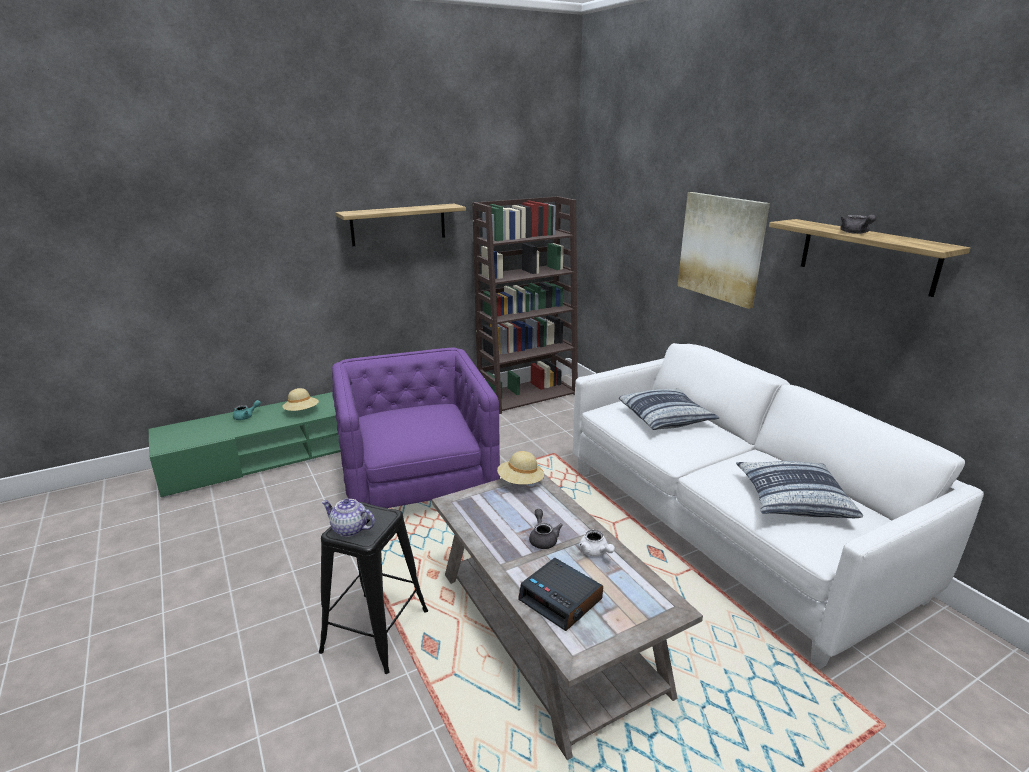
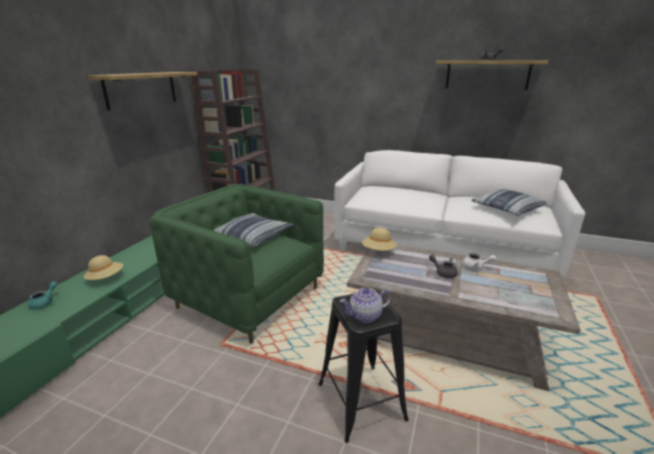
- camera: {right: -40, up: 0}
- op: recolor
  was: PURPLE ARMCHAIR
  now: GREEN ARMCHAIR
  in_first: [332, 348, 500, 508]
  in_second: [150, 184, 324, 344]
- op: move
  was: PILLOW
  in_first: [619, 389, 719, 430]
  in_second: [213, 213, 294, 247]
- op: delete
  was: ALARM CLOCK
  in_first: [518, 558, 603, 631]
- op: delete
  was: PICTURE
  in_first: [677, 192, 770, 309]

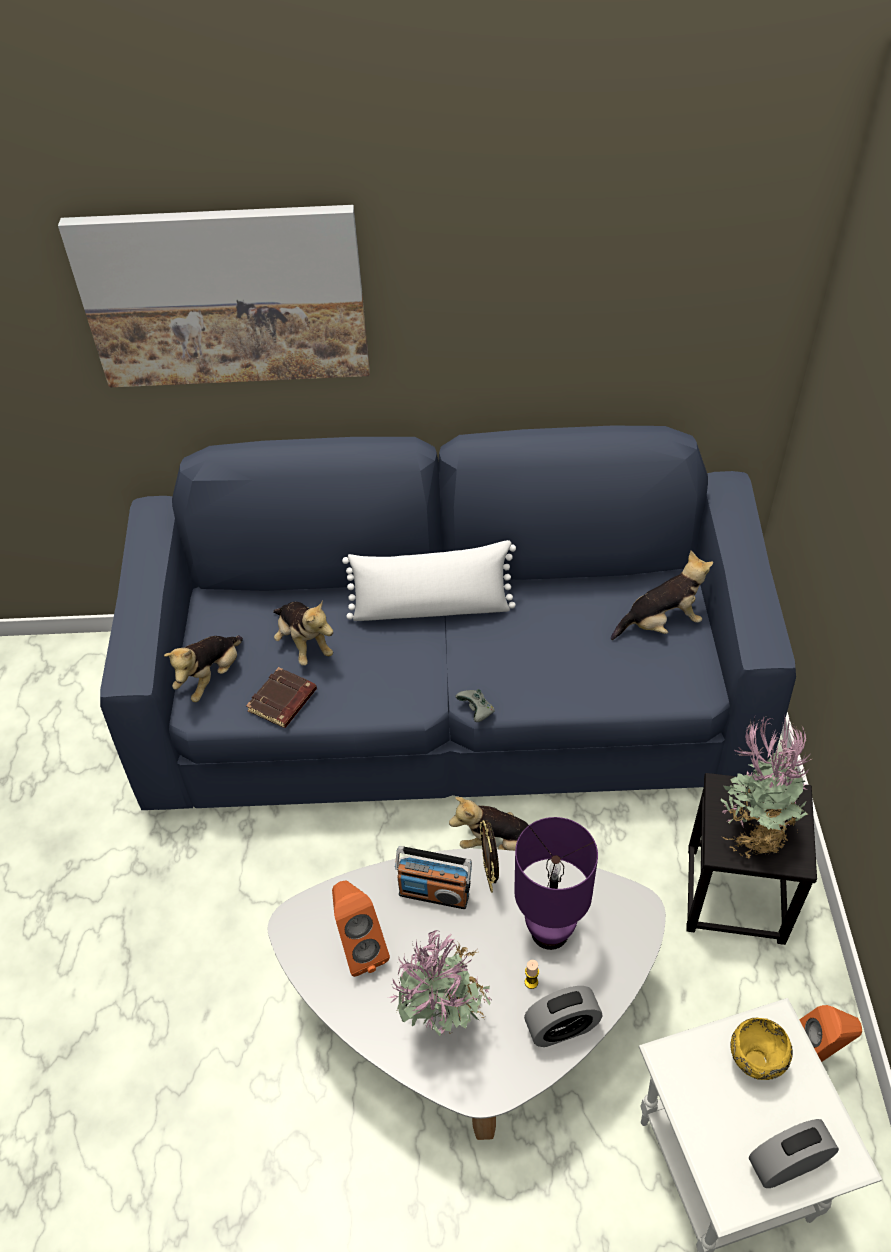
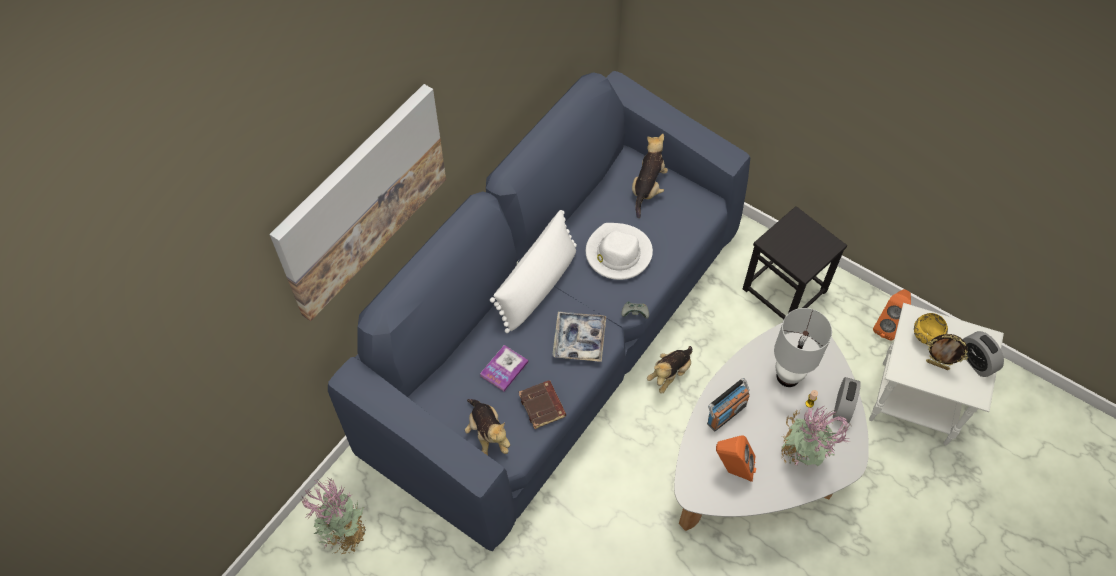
- camera: {right: -55, up: 10}
- op: move
  was: POTTED PLANT
  in_first: [721, 715, 814, 859]
  in_second: [301, 477, 365, 554]
- op: replace
  was: PLUSH TOY
  now: BOOK
  in_first: [273, 600, 333, 666]
  in_second: [480, 345, 528, 391]
- op: insert
  now: TRAY
  in_second: [552, 312, 606, 362]
- op: insert
  now: WHITE HAT
  in_second: [586, 223, 653, 280]
- op: recolor
  was: PURPLE TABLE LAMP
  now: WHITE TABLE LAMP
  in_first: [514, 817, 598, 950]
  in_second: [774, 308, 832, 387]
- op: move
  was: PICTURE FRAME
  in_first: [479, 820, 499, 892]
  in_second: [926, 334, 968, 370]
- op: rotate
  was: ALARM CLOCK
  in_first: [749, 1119, 839, 1188]
  in_second: [963, 331, 1004, 377]
  clockwise: -45

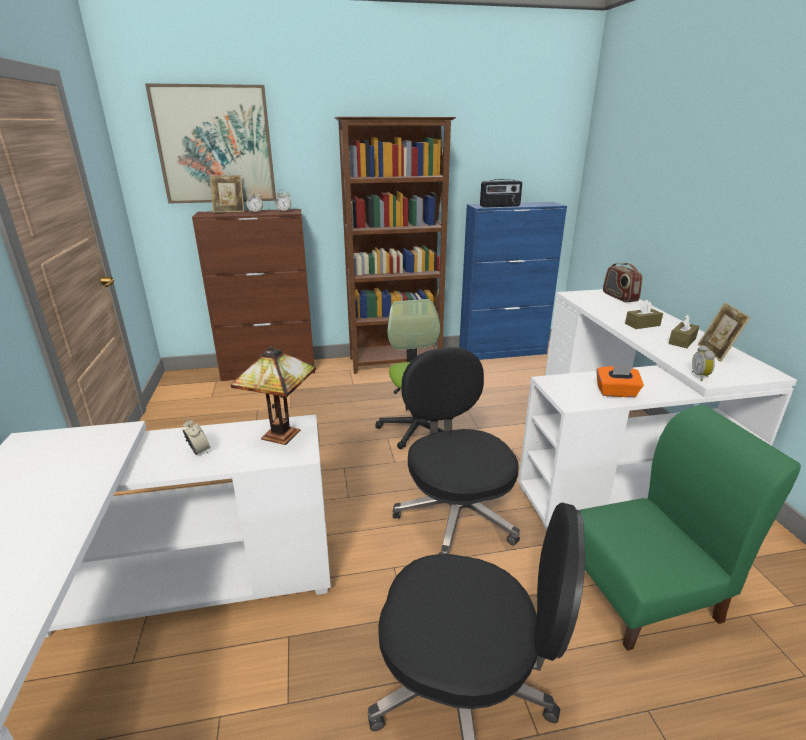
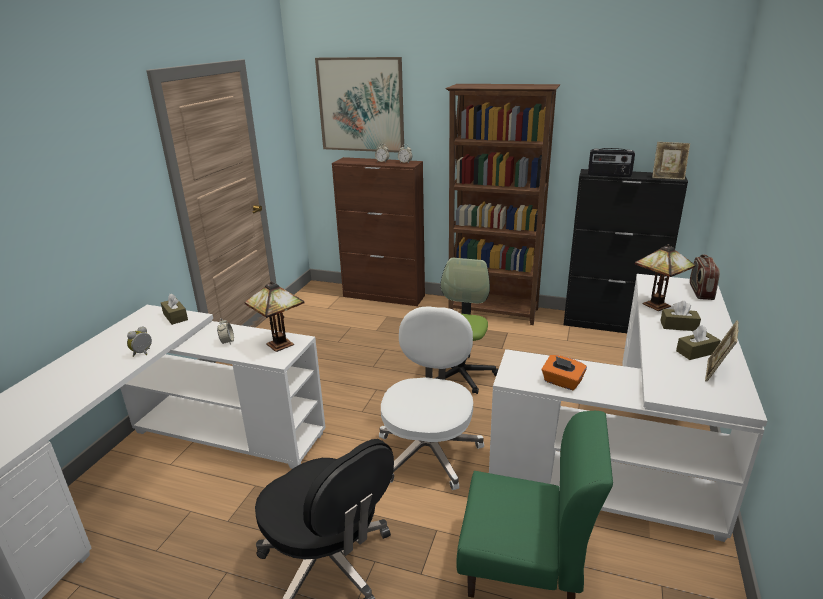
- camera: {right: 30, up: 0}
- op: move
  was: ALARM CLOCK
  in_first: [692, 345, 715, 381]
  in_second: [127, 326, 152, 357]
- op: insert
  now: BROWN TISSUE BOX
  in_second: [161, 293, 188, 325]
- op: recolor
  was: BLACK OFFICE CHAIR
  now: WHITE OFFICE CHAIR
  in_first: [392, 347, 520, 554]
  in_second: [379, 306, 484, 490]
- op: recolor
  was: BLUE CABINET
  now: BLACK CABINET
  in_first: [459, 202, 567, 360]
  in_second: [564, 169, 688, 333]
- op: insert
  now: TABLE LAMP
  in_second: [635, 244, 696, 311]
- op: move
  was: PICTURE FRAME
  in_first: [209, 175, 244, 213]
  in_second: [652, 142, 690, 180]

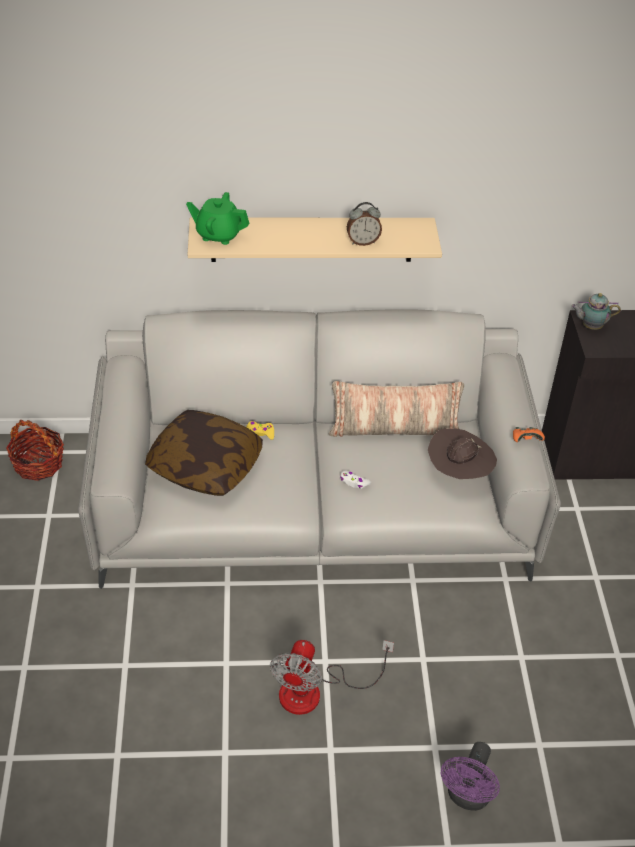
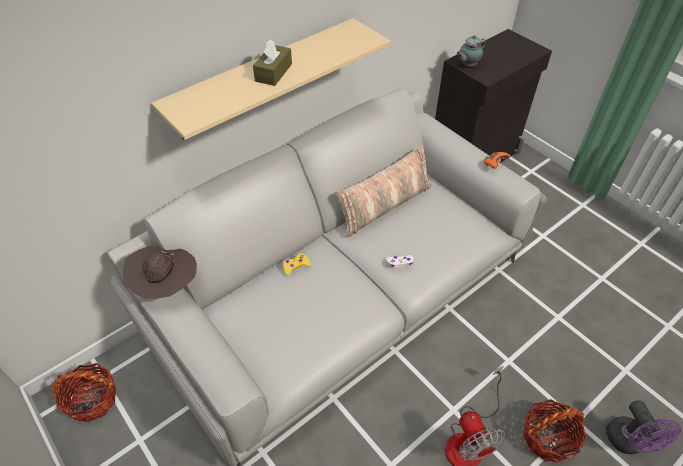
- camera: {right: -35, up: 5}
- op: move
  was: BROWN HAT
  in_first: [428, 428, 497, 479]
  in_second: [123, 245, 197, 299]
- op: insert
  now: BROWN TISSUE BOX
  in_second: [253, 40, 292, 86]
- op: insert
  now: BASKET
  in_second: [524, 399, 587, 462]
- op: delete
  was: PILLOW
  in_first: [145, 410, 263, 496]
- op: delete
  was: GREEN TEAPOT
  in_first: [186, 192, 249, 245]
- op: delete
  was: ALARM CLOCK
  in_first: [347, 202, 382, 246]

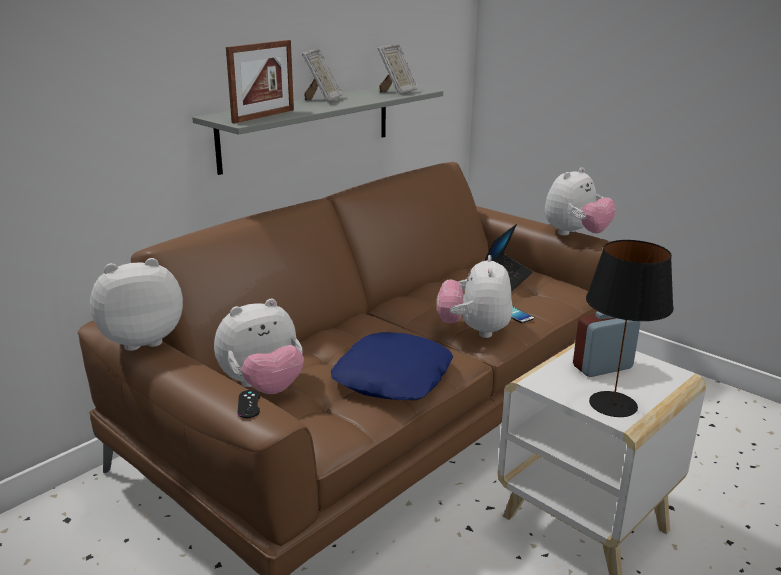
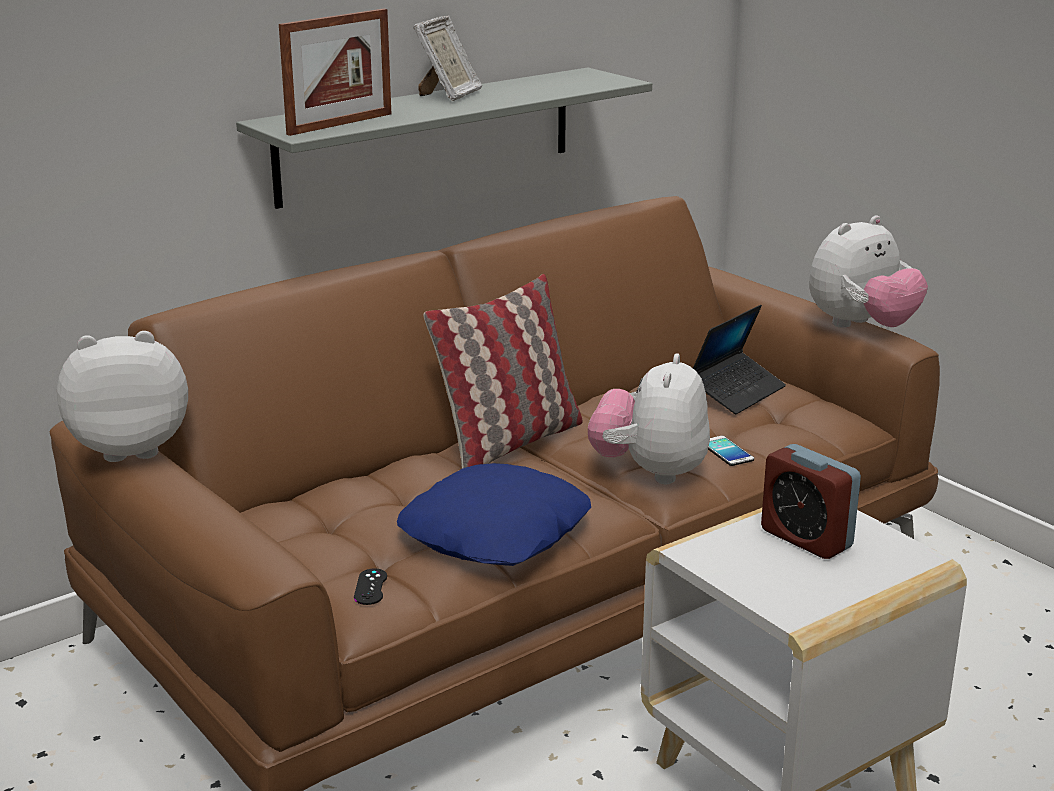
- camera: {right: 10, up: 0}
- op: move
  was: BLACK GAME CONTROLLER
  in_first: [238, 390, 260, 418]
  in_second: [354, 568, 387, 605]
- op: insert
  now: PILLOW
  in_second: [424, 274, 583, 468]
- op: rotate
  was: ALARM CLOCK
  in_first: [573, 311, 640, 377]
  in_second: [761, 444, 861, 559]
  clockwise: -120
- op: delete
  was: PLUSH TOY
  in_first: [214, 299, 304, 394]
- op: delete
  was: PICTURE FRAME
  in_first: [378, 44, 418, 95]
- op: delete
  was: BLACK TABLE LAMP
  in_first: [586, 240, 674, 417]

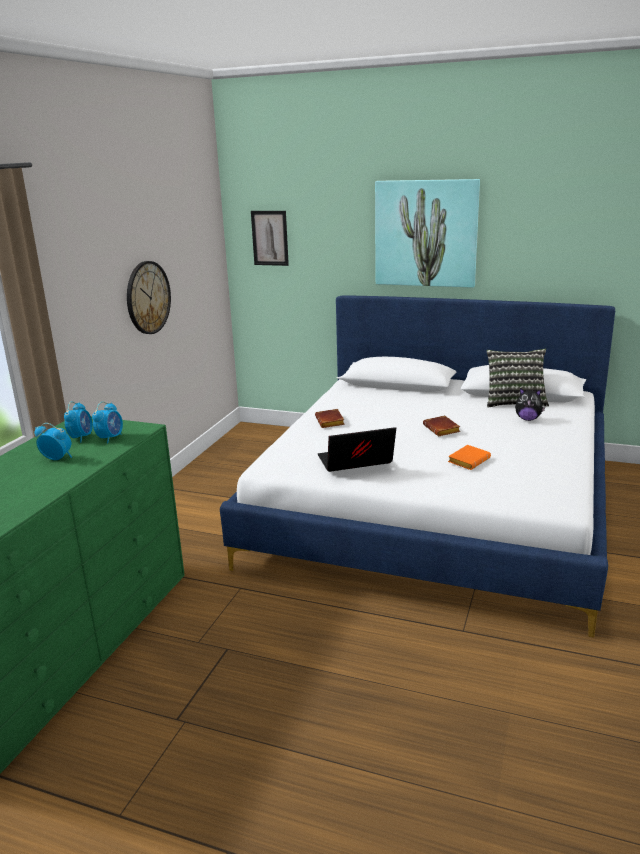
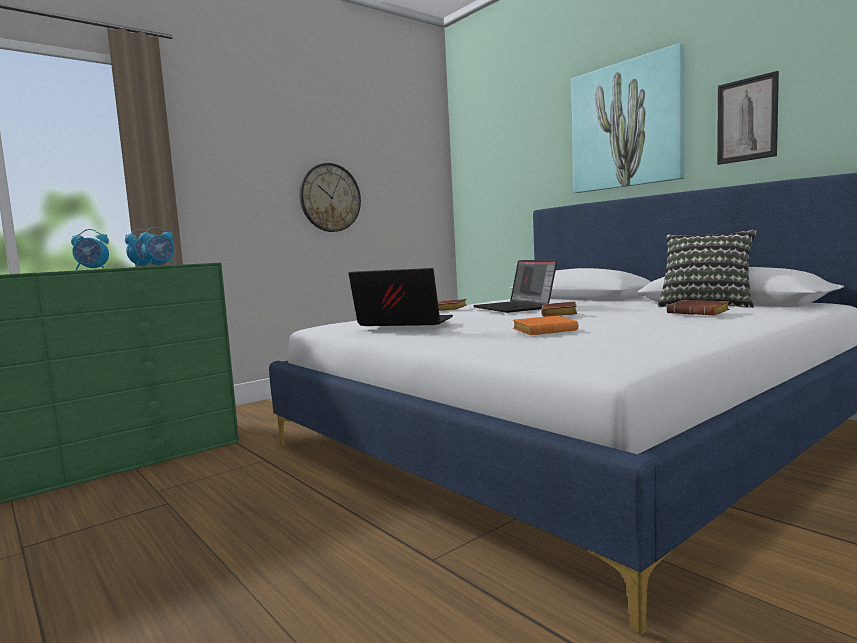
- camera: {right: 30, up: -15}
- op: rotate
  was: ALARM CLOCK
  in_first: [34, 423, 72, 460]
  in_second: [71, 229, 109, 270]
  clockwise: 120
- op: insert
  now: LAPTOP
  in_second: [473, 260, 557, 313]
- op: replace
  was: PLUSH TOY
  now: BROWN BOOK
  in_first: [515, 388, 545, 421]
  in_second: [666, 300, 729, 315]
- op: move
  was: PICTURE
  in_first: [251, 211, 289, 266]
  in_second: [717, 71, 779, 165]

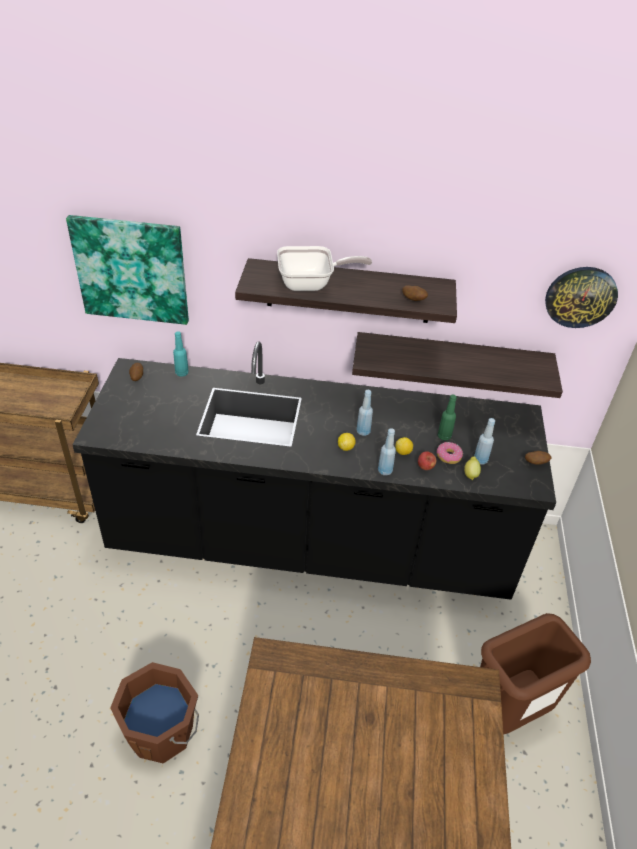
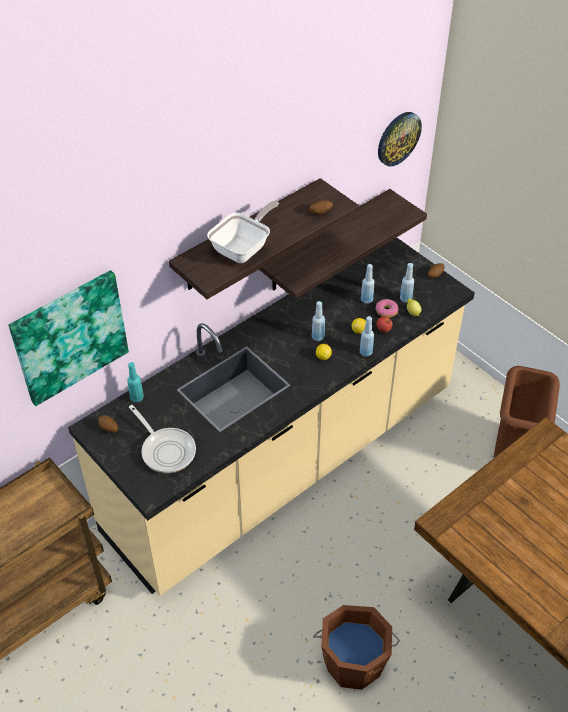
- camera: {right: -45, up: 5}
- op: recolor
  was: BLACK COUNTER
  now: BEIGE COUNTER
  in_first: [73, 341, 556, 600]
  in_second: [68, 238, 475, 596]
- op: insert
  now: FRYING PAN
  in_second: [129, 405, 196, 473]
- op: recolor
  was: GREEN BOTTLE
  now: BLUE BOTTLE
  in_first: [438, 395, 457, 440]
  in_second: [361, 264, 375, 304]

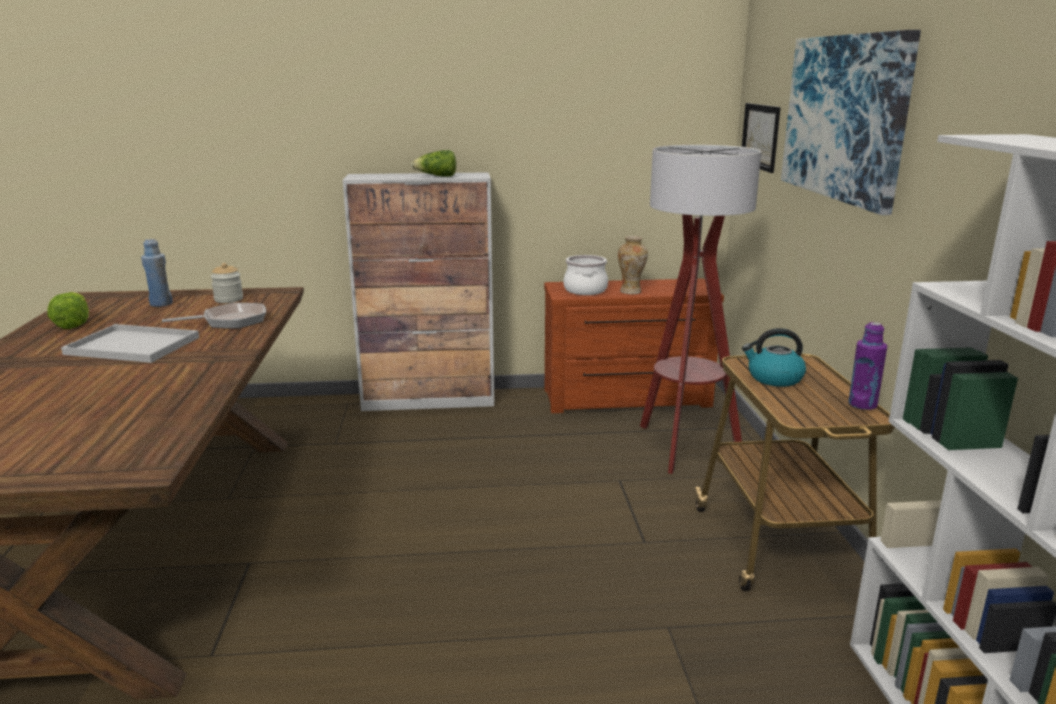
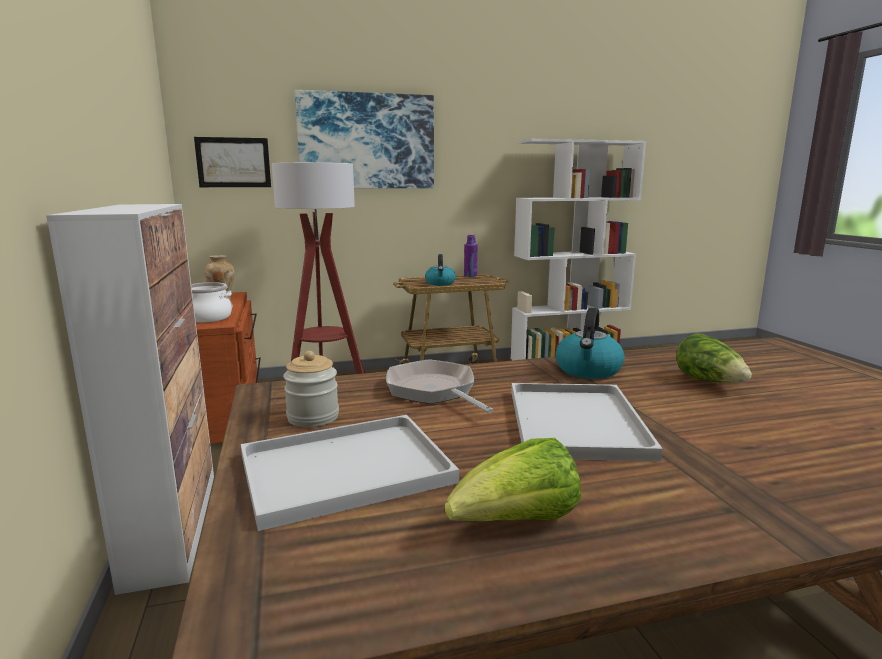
- camera: {right: -100, up: -5}
- op: replace
  was: BLUE BOTTLE
  now: WHITE TRAY
  in_first: [141, 239, 173, 307]
  in_second: [241, 415, 459, 531]
- op: insert
  now: KETTLE
  in_second: [556, 308, 625, 379]
- op: move
  was: LETTUCE
  in_first: [411, 150, 456, 177]
  in_second: [676, 333, 752, 383]

